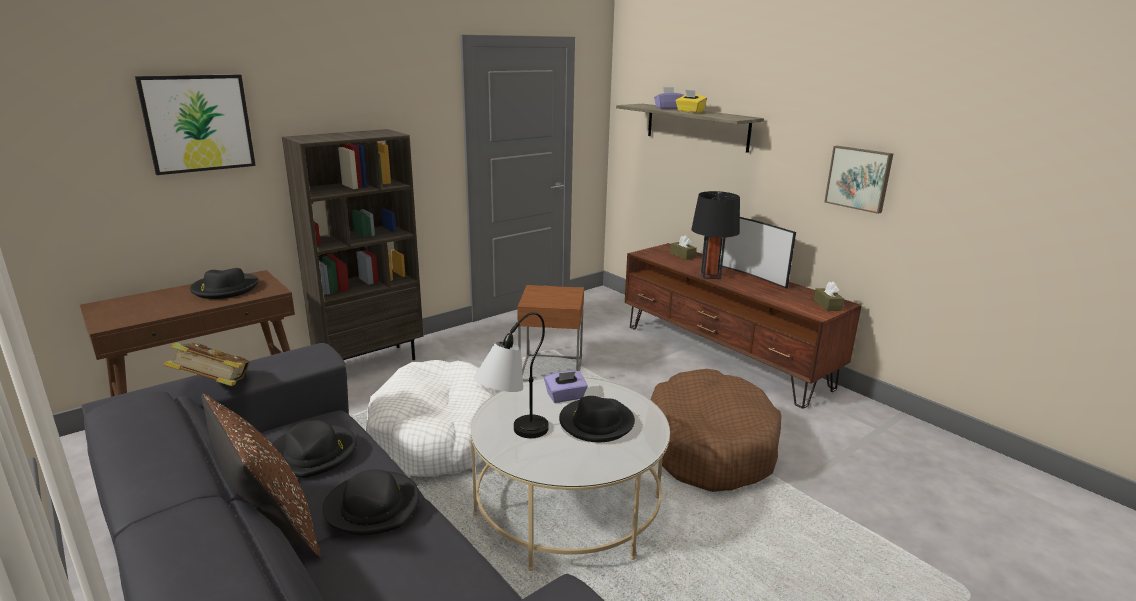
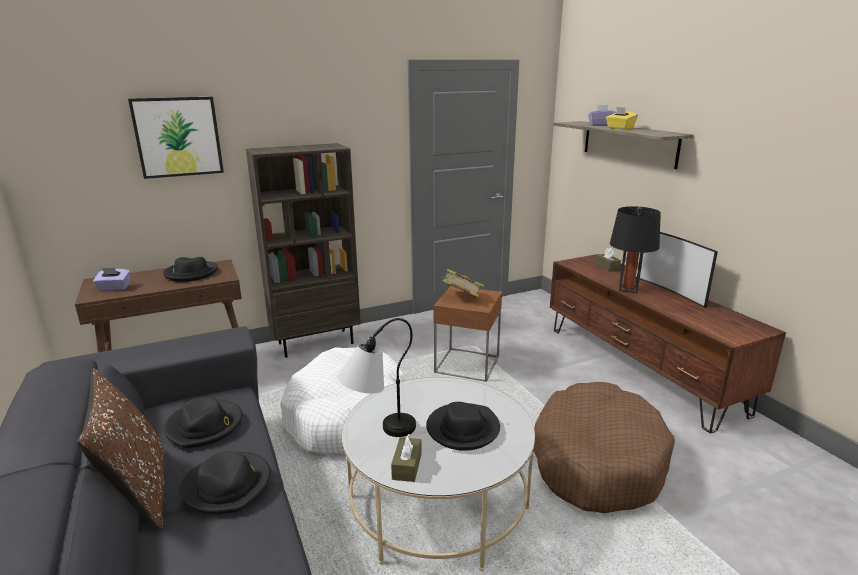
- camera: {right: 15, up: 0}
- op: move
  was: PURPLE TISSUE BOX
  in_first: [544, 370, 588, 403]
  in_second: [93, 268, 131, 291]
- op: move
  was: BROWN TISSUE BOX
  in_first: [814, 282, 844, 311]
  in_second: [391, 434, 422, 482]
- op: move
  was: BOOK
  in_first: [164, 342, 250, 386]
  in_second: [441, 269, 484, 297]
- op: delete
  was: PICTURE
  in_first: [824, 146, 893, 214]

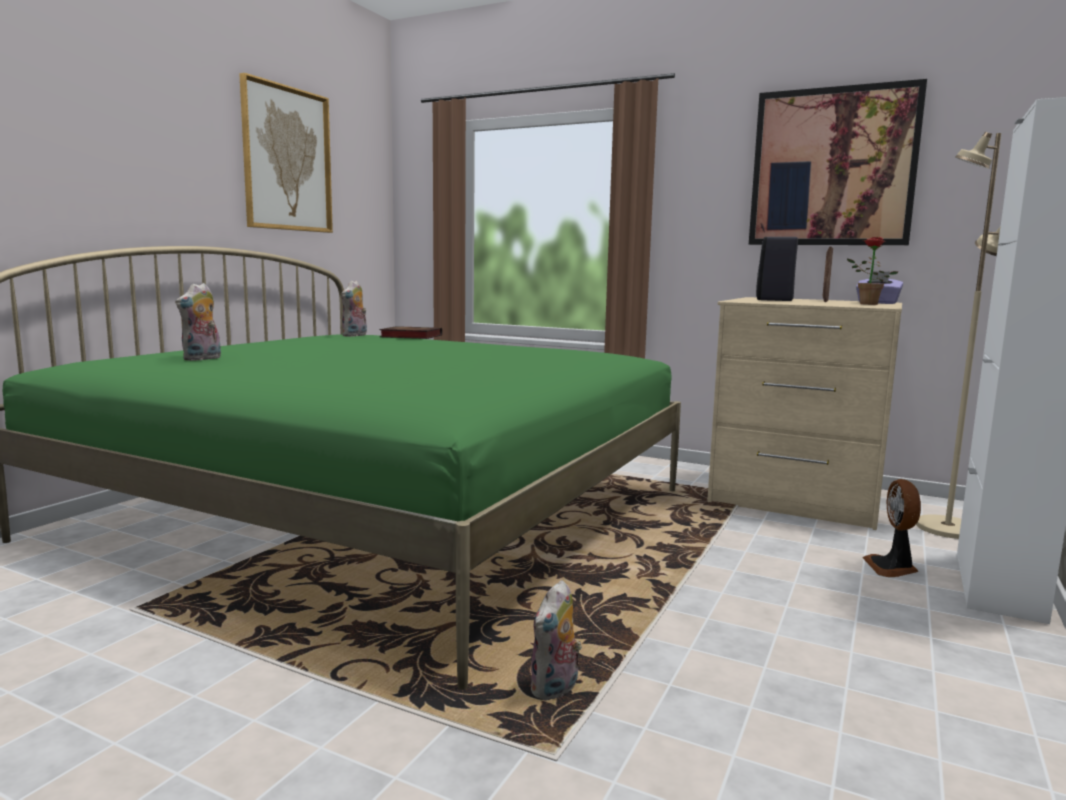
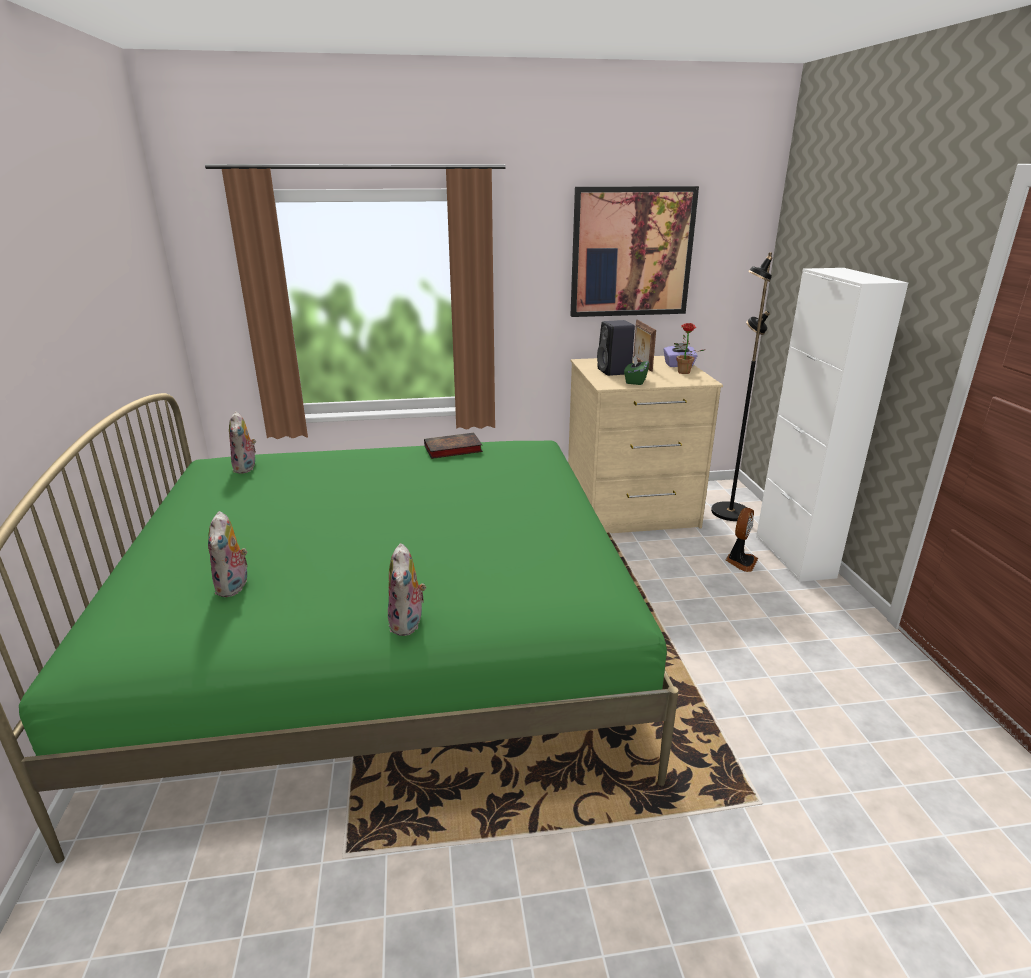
- camera: {right: -35, up: 15}
- op: move
  was: PLUSH TOY
  in_first: [531, 580, 582, 700]
  in_second: [388, 543, 426, 636]
- op: move
  was: BOOK
  in_first: [379, 326, 442, 339]
  in_second: [424, 433, 483, 459]
- op: insert
  now: GREEN TISSUE BOX
  in_second: [624, 355, 649, 385]
- op: recolor
  was: BEIGE FLOOR LAMP
  now: BLACK FLOOR LAMP
  in_first: [916, 132, 1001, 539]
  in_second: [711, 252, 773, 521]
- op: rotate
  was: FAN
  in_first: [863, 479, 921, 577]
  in_second: [726, 508, 758, 572]
  clockwise: -120
- op: delete
  was: PICTURE
  in_first: [239, 73, 333, 233]

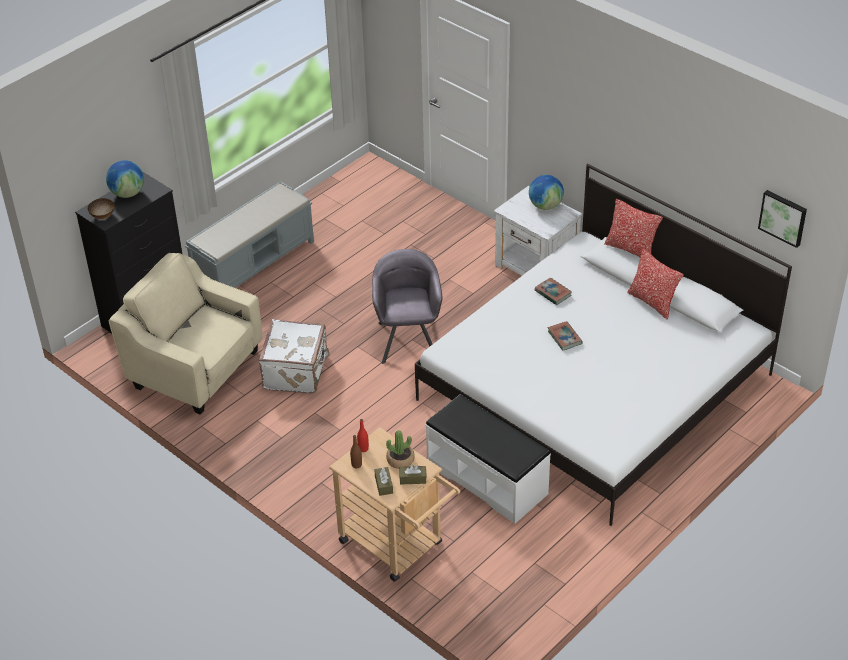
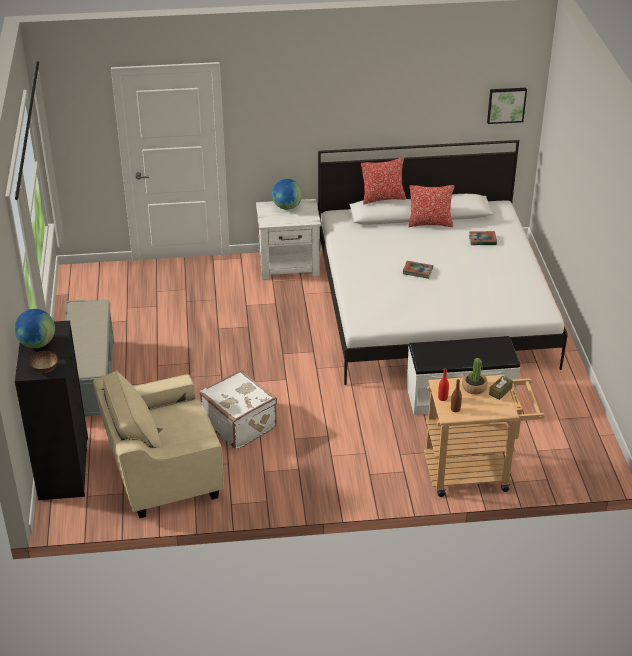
- camera: {right: -50, up: -5}
- op: move
  was: BOOK
  in_first: [535, 278, 572, 305]
  in_second: [469, 231, 497, 245]
- op: delete
  was: GREY ARMCHAIR
  in_first: [372, 249, 442, 364]
- op: delete
  was: BROWN TISSUE BOX
  in_first: [374, 467, 393, 496]

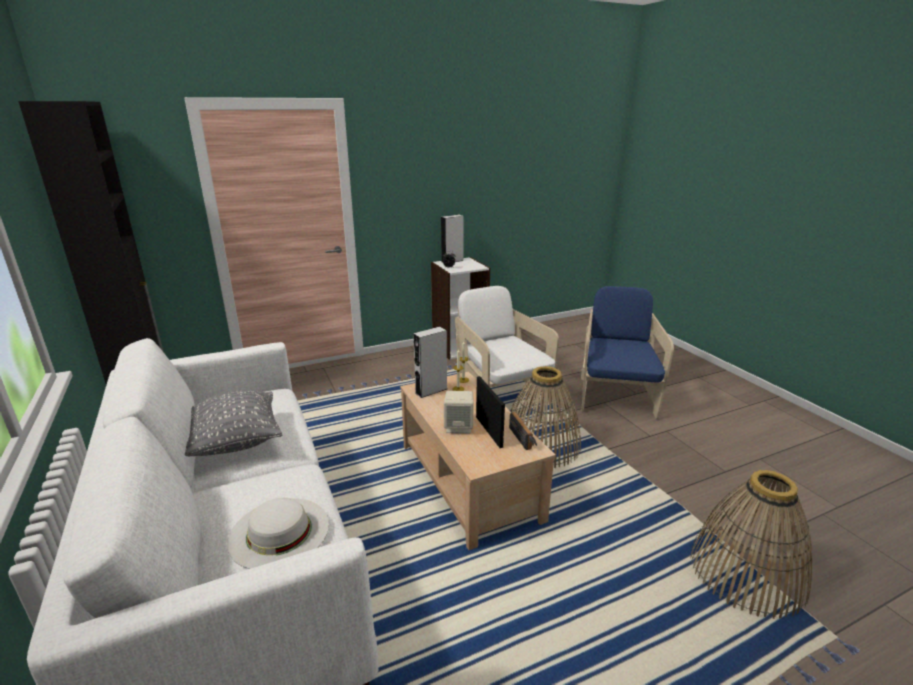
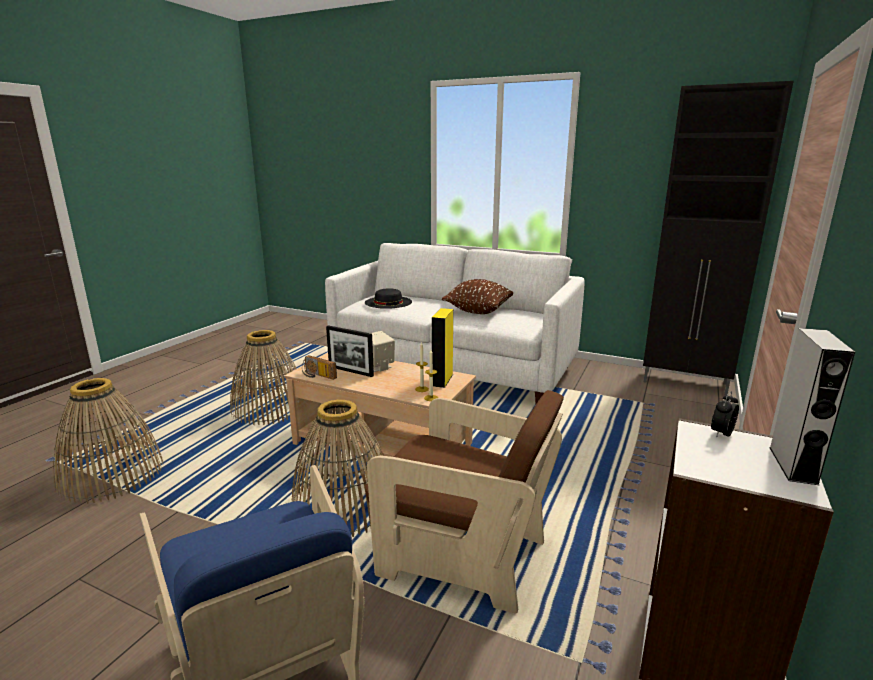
- camera: {right: 140, up: -5}
- op: insert
  now: BASKET
  in_second: [230, 330, 297, 425]
- op: recolor
  was: WHITE HAT
  now: BLACK HAT
  in_first: [227, 498, 329, 569]
  in_second: [365, 288, 412, 309]
- op: recolor
  was: WHITE ARMCHAIR
  now: BROWN ARMCHAIR
  in_first: [455, 286, 559, 405]
  in_second: [366, 390, 564, 614]
- op: recolor
  was: GREY SPEAKER
  now: YELLOW SPEAKER
  in_first: [413, 326, 447, 398]
  in_second: [432, 308, 453, 388]
- op: recolor
  was: GREY PILLOW
  now: BROWN PILLOW
  in_first: [185, 391, 282, 456]
  in_second: [442, 279, 513, 314]

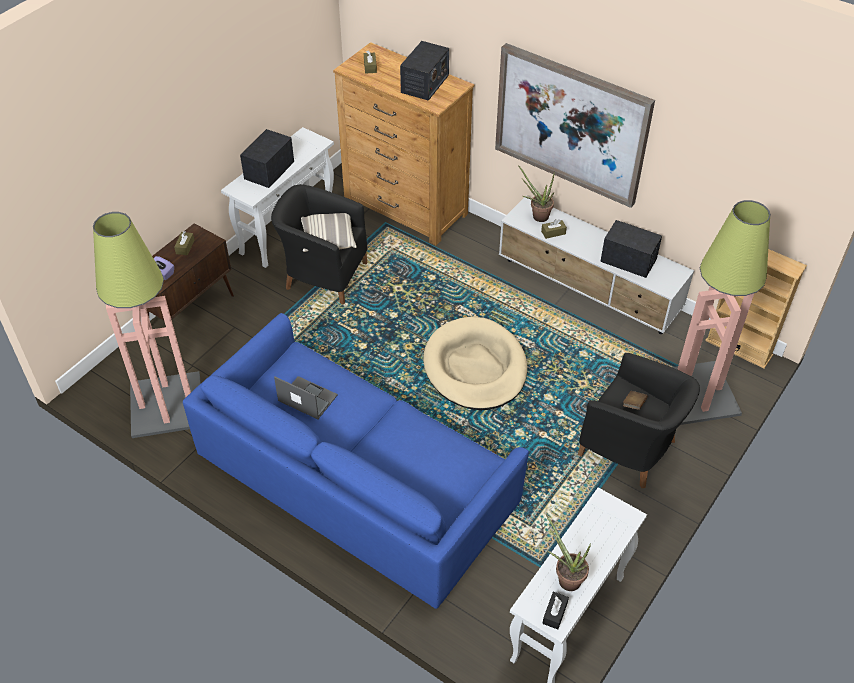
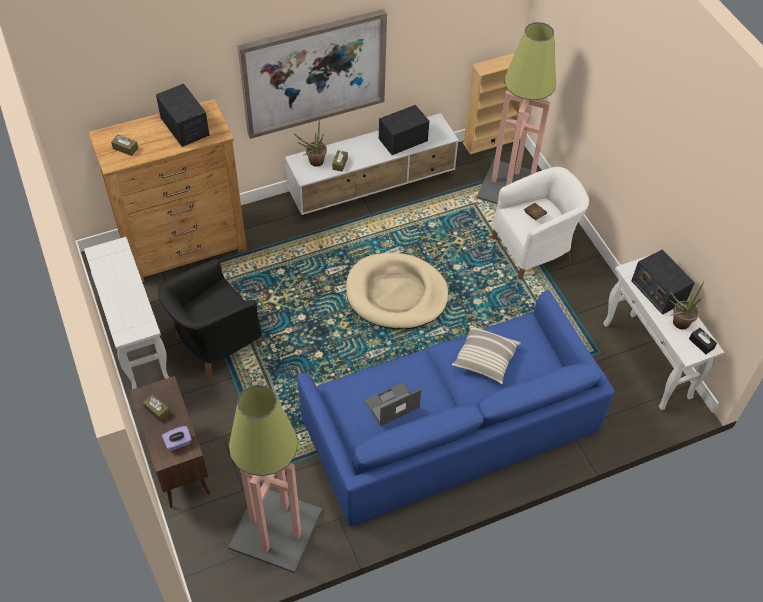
- camera: {right: -60, up: 5}
- op: move
  was: PILLOW
  in_first: [301, 213, 357, 252]
  in_second: [452, 326, 521, 384]
- op: recolor
  was: BLACK ARMCHAIR
  now: WHITE ARMCHAIR
  in_first: [578, 353, 700, 488]
  in_second: [492, 167, 589, 280]
- op: move
  was: RADIO
  in_first: [240, 129, 294, 188]
  in_second: [631, 249, 695, 315]

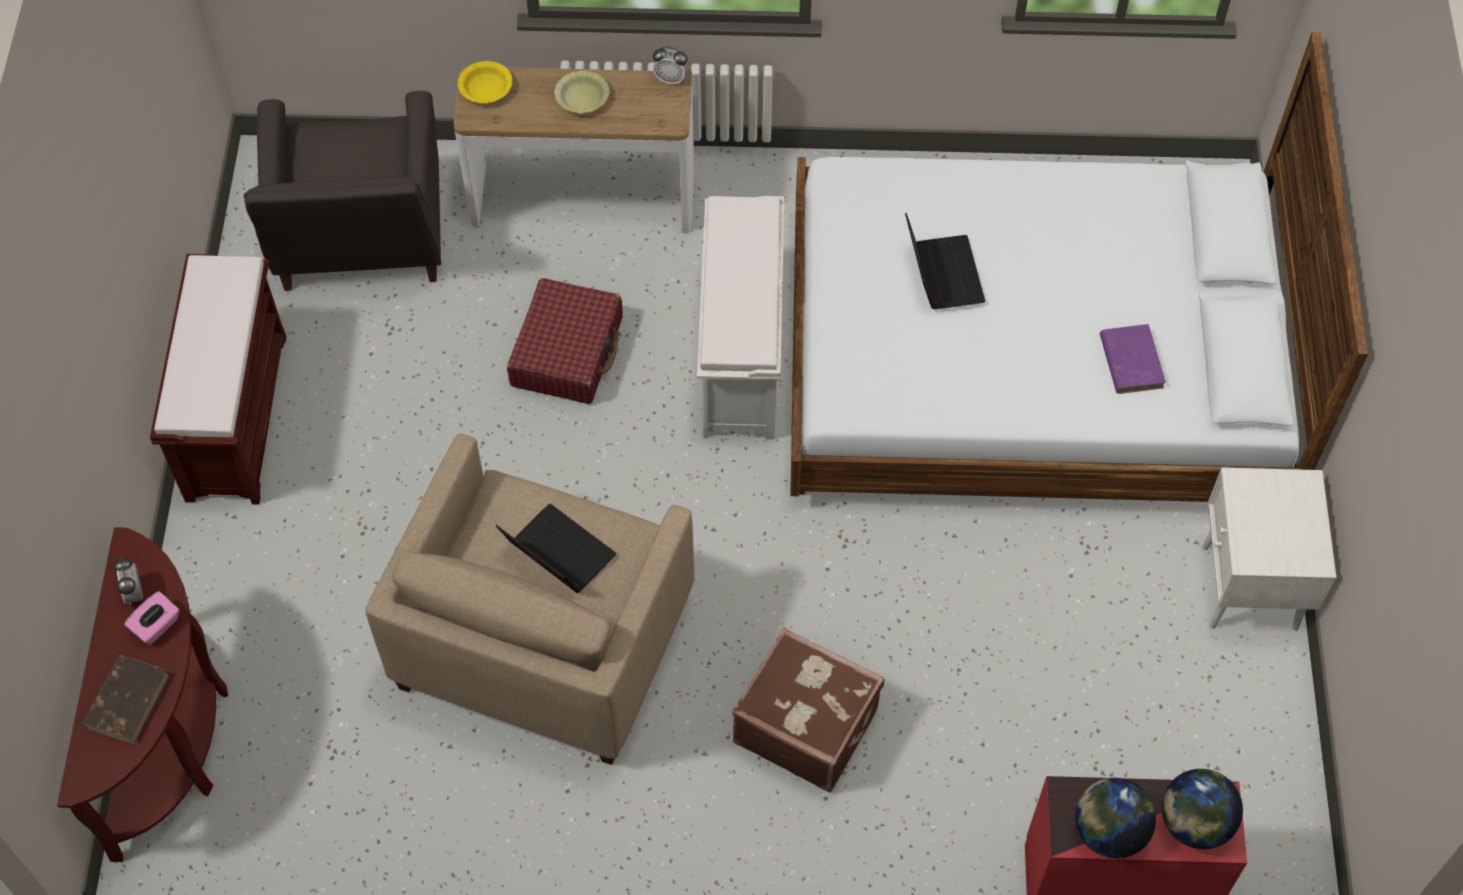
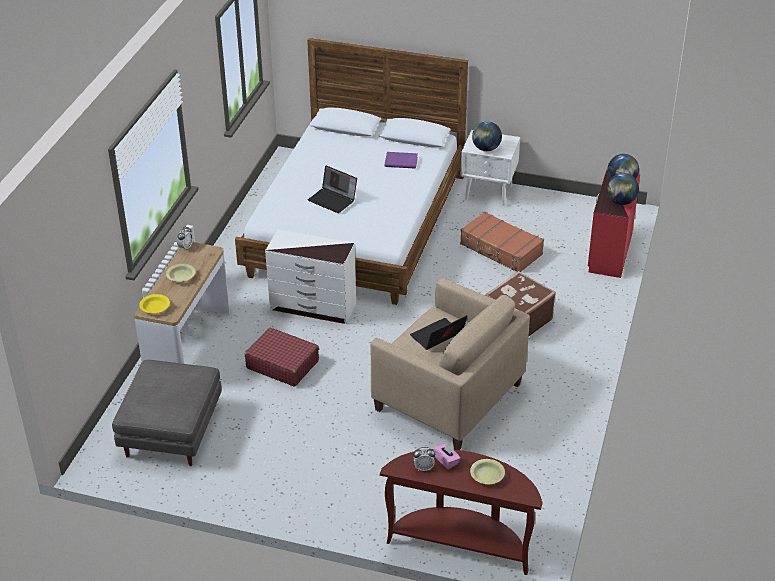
- camera: {right: -75, up: -20}
- op: replace
  was: GREY ARMCHAIR
  now: GREY OTTOMAN
  in_first: [244, 91, 441, 291]
  in_second: [112, 360, 222, 466]
- op: replace
  was: WHITE BENCH
  now: WHITE DRESSER
  in_first: [697, 196, 784, 440]
  in_second: [265, 230, 356, 324]
- op: rotate
  was: LAPTOP
  in_first: [905, 213, 985, 310]
  in_second: [308, 165, 357, 213]
  clockwise: -150
- op: insert
  now: BROWN SUITCASE
  in_second: [460, 211, 544, 272]
- op: replace
  was: BROWN BOOK
  now: YELLOW BOWL
  in_first: [82, 655, 170, 744]
  in_second: [470, 459, 505, 484]
- op: insert
  now: GLOBE
  in_second: [472, 122, 502, 151]
- op: delete
  was: BROWN BENCH
  in_first: [150, 254, 286, 505]

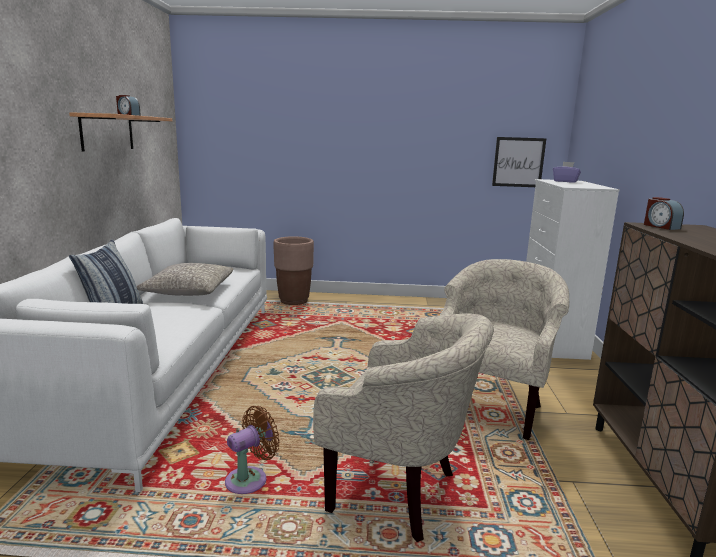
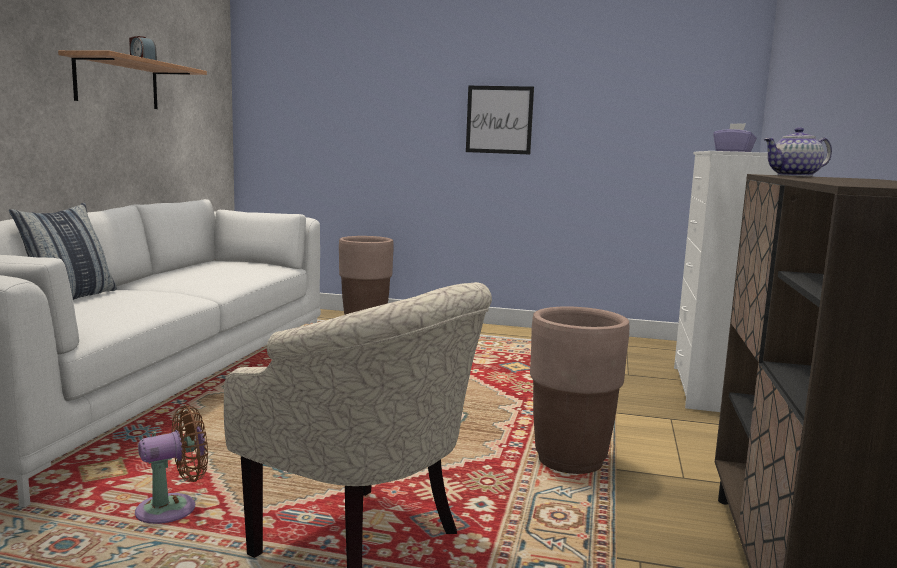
- camera: {right: 10, up: -5}
- op: move
  was: PICTURE
  in_first: [492, 137, 547, 187]
  in_second: [466, 86, 534, 155]
- op: replace
  was: BEIGE ARMCHAIR
  now: BROWN PLANTER
  in_first: [439, 259, 569, 440]
  in_second: [530, 306, 630, 474]
- op: replace
  was: ALARM CLOCK
  now: TEAPOT
  in_first: [644, 197, 684, 230]
  in_second: [763, 127, 832, 177]
- op: delete
  was: GREY PILLOW
  in_first: [136, 263, 234, 296]

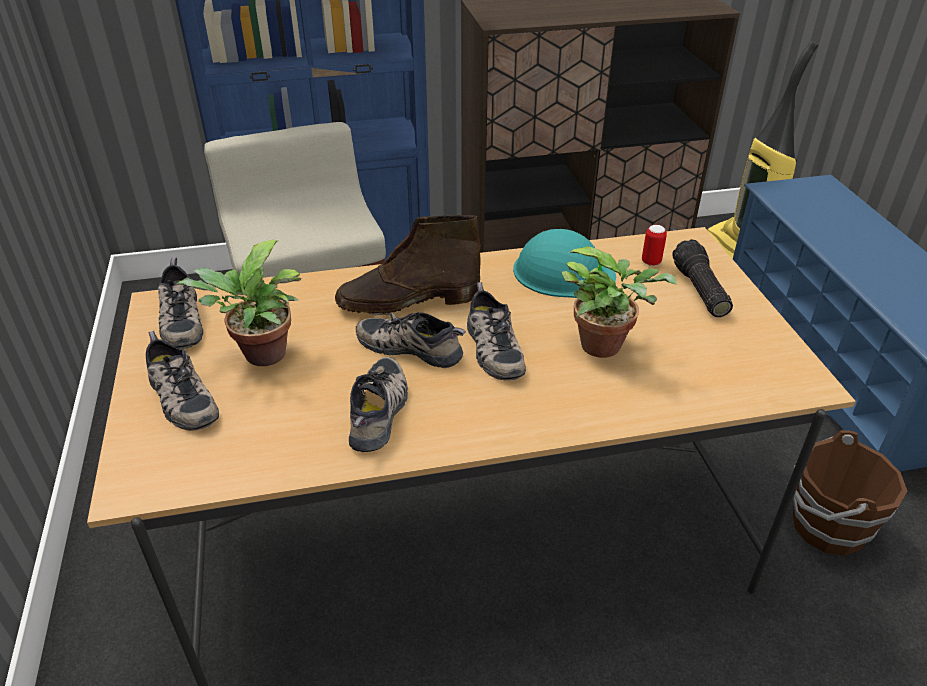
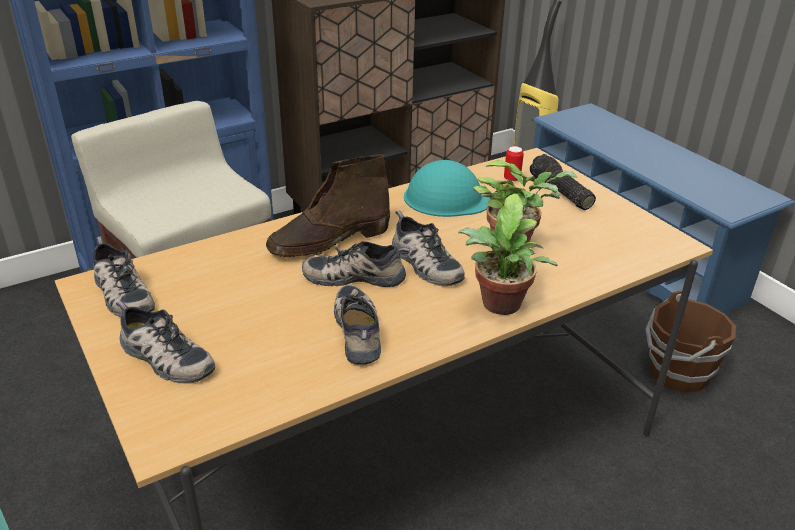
- camera: {right: -20, up: -5}
- op: move
  was: POTTED PLANT
  in_first: [176, 240, 302, 366]
  in_second: [458, 194, 558, 315]

